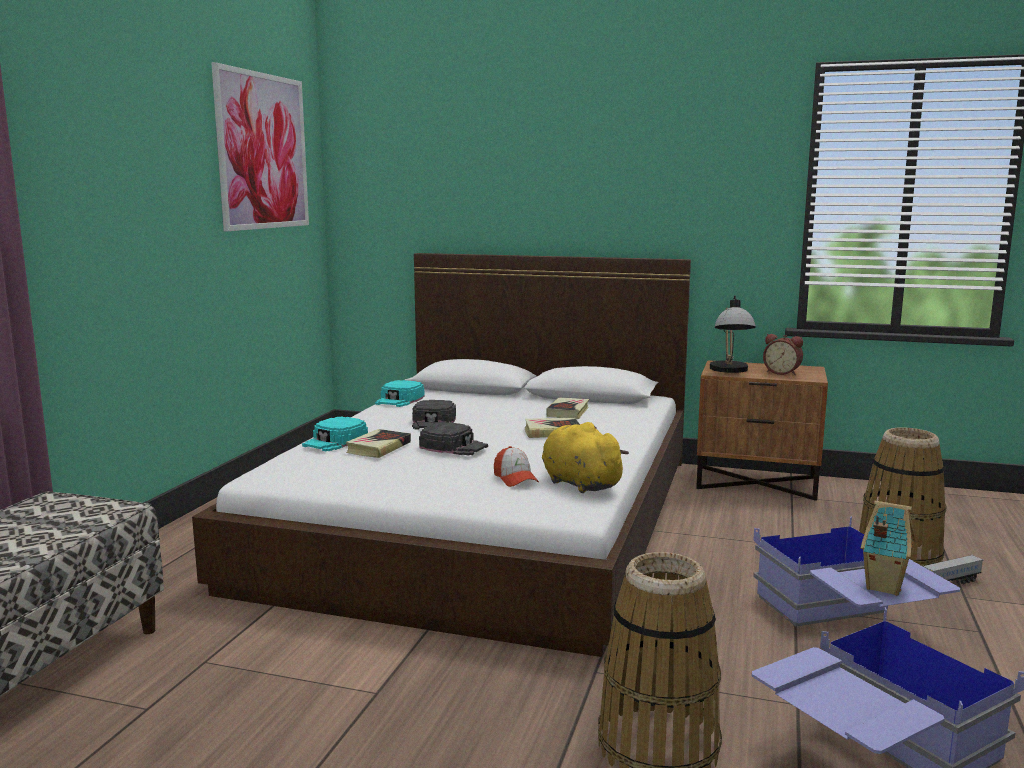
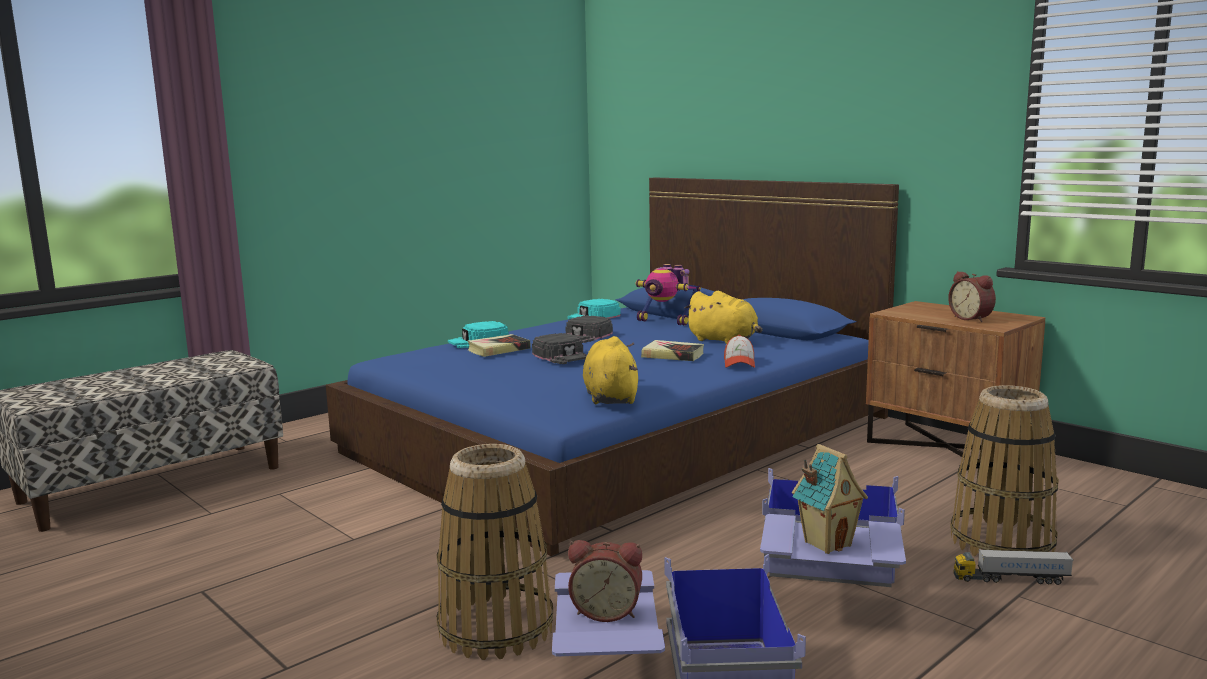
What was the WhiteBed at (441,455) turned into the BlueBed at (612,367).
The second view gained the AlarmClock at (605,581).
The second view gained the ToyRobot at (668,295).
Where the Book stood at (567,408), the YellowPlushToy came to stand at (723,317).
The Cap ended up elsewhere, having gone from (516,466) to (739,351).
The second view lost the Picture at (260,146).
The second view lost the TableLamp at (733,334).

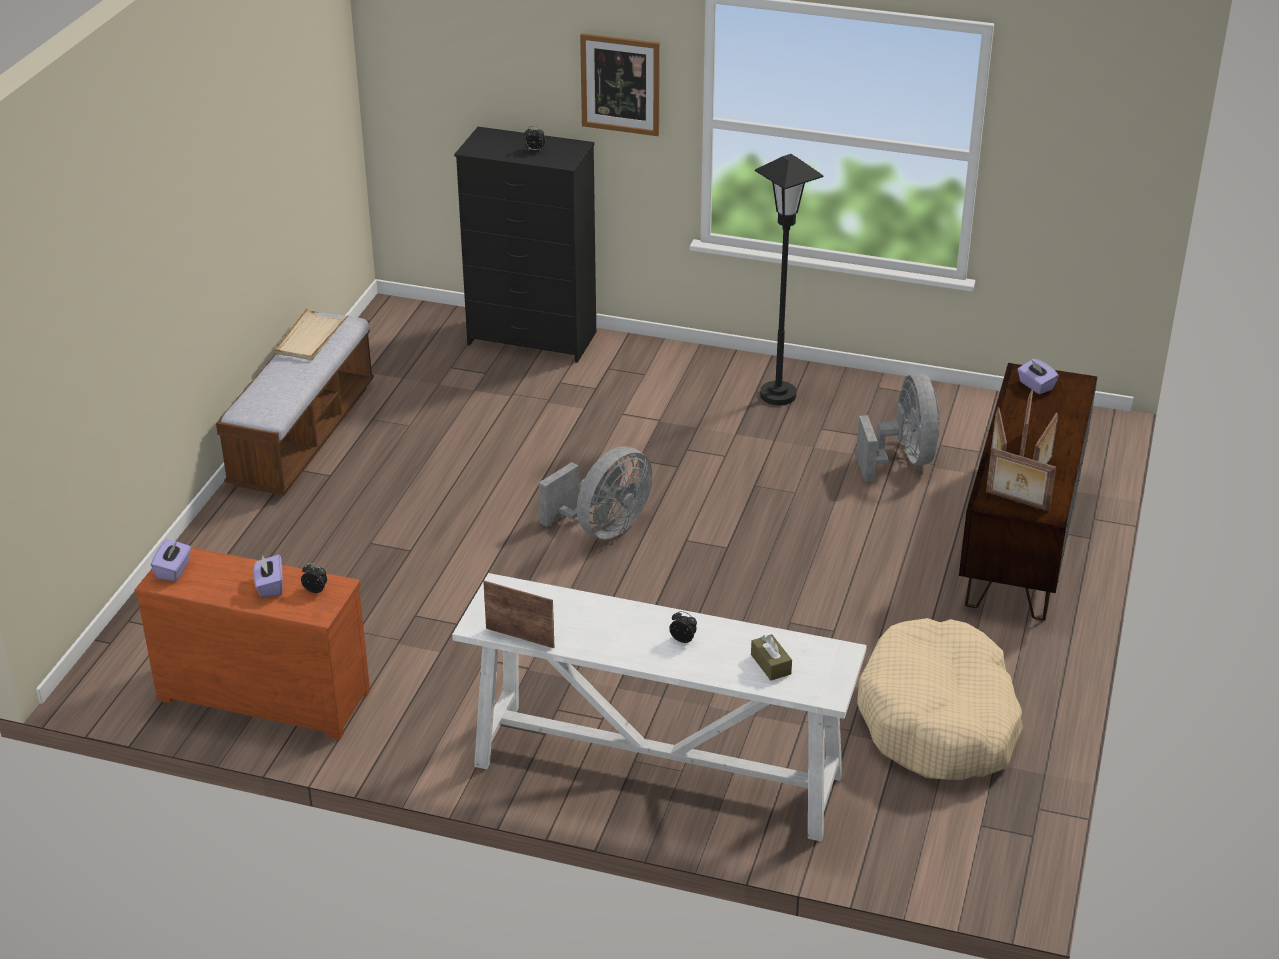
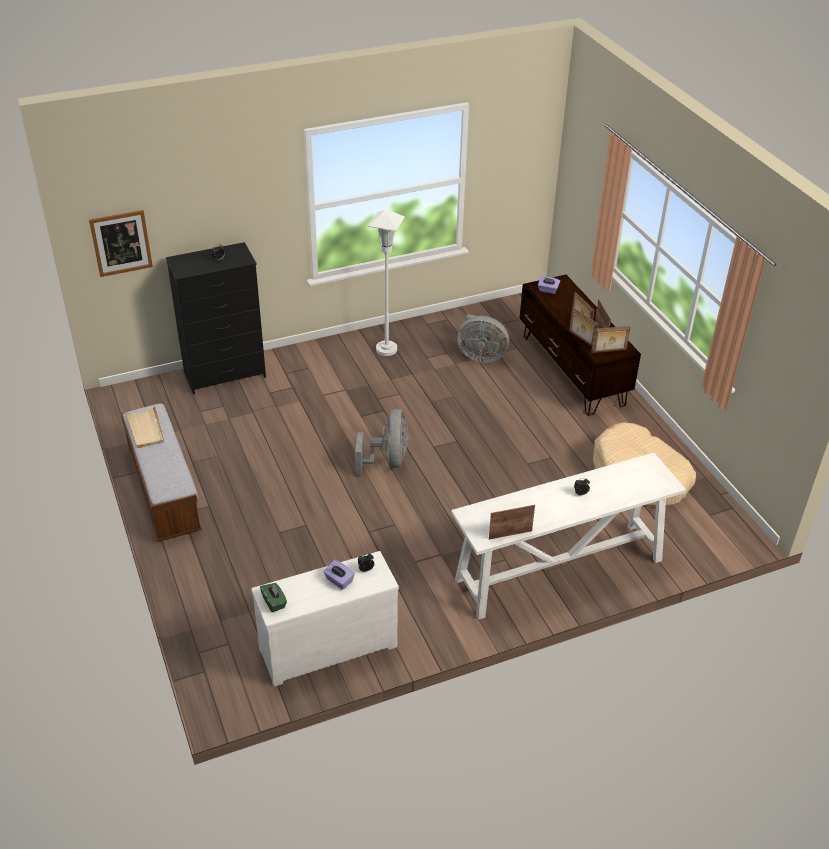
The Picture ended up elsewhere, having gone from (620,84) to (121,243).
What was the BrownDresser at (252,643) turned into the WhiteDresser at (325,618).
What was the PurpleTissueBox at (171,560) turned into the GreenTissueBox at (273,597).
What was the BlackFloorLamp at (789,279) turned into the WhiteFloorLamp at (386,283).
The GreyFan at (898,427) ended up facing another way, 150 degrees clockwise from before.
The second view lost the BrownTissueBox at (771,657).

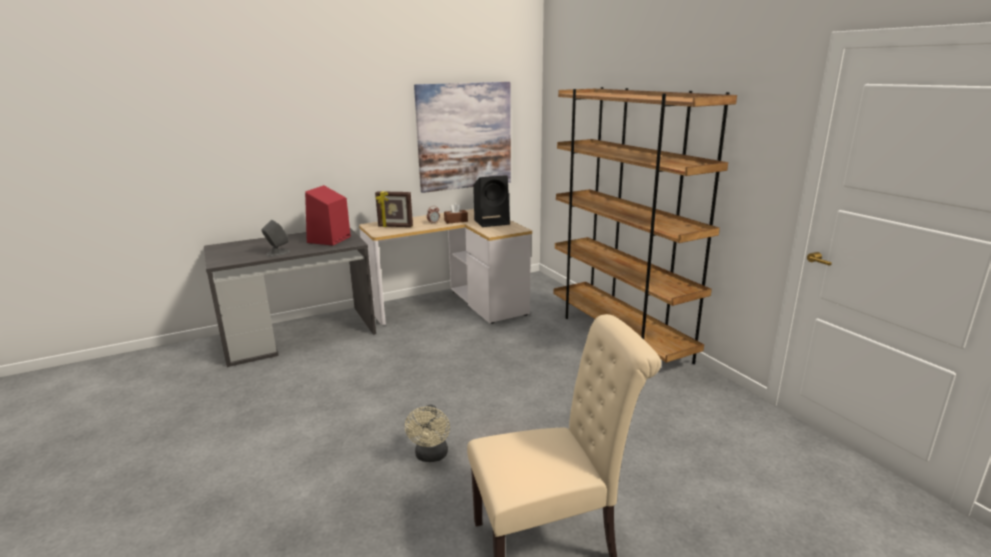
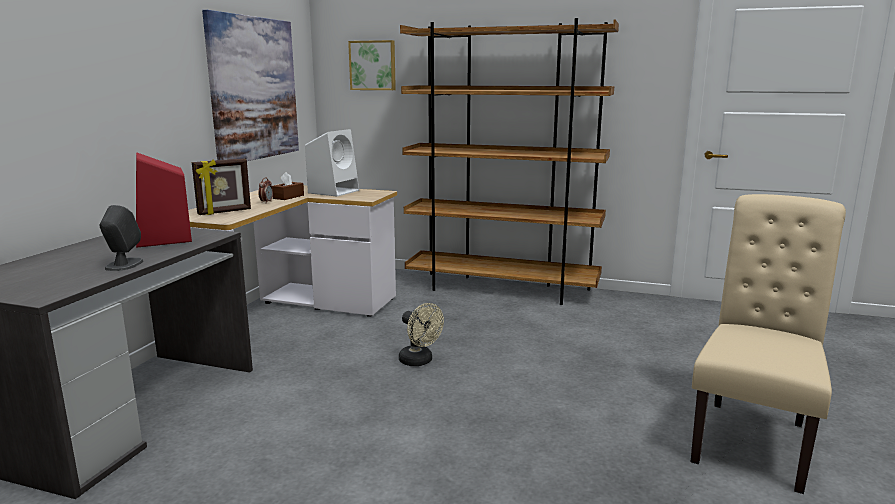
What was the BlackSpeaker at (491,201) turned into the WhiteSpeaker at (332,163).
The second view gained the Picture at (372,65).
The BeigeFan ended up elsewhere, having gone from (427,433) to (421,334).

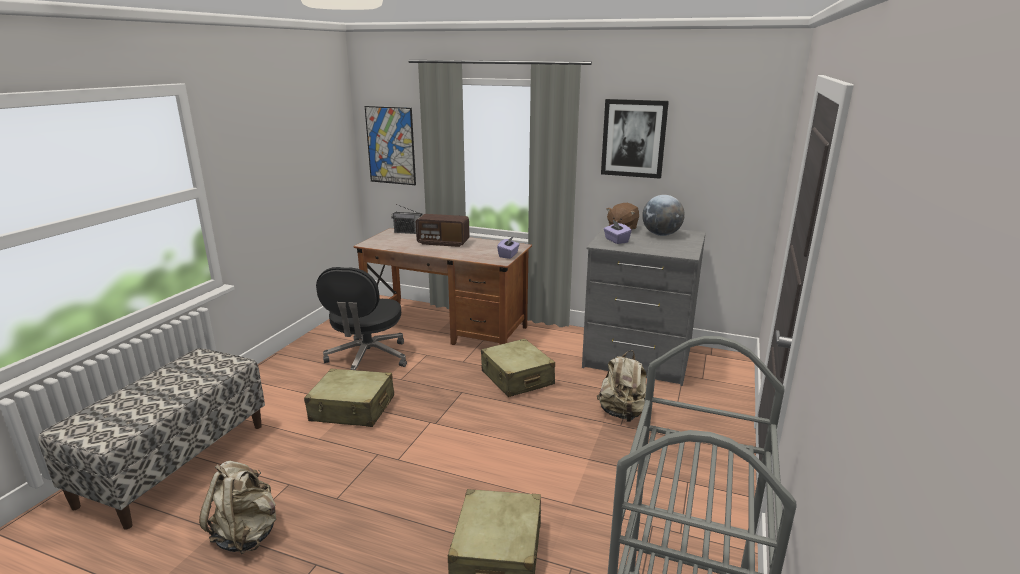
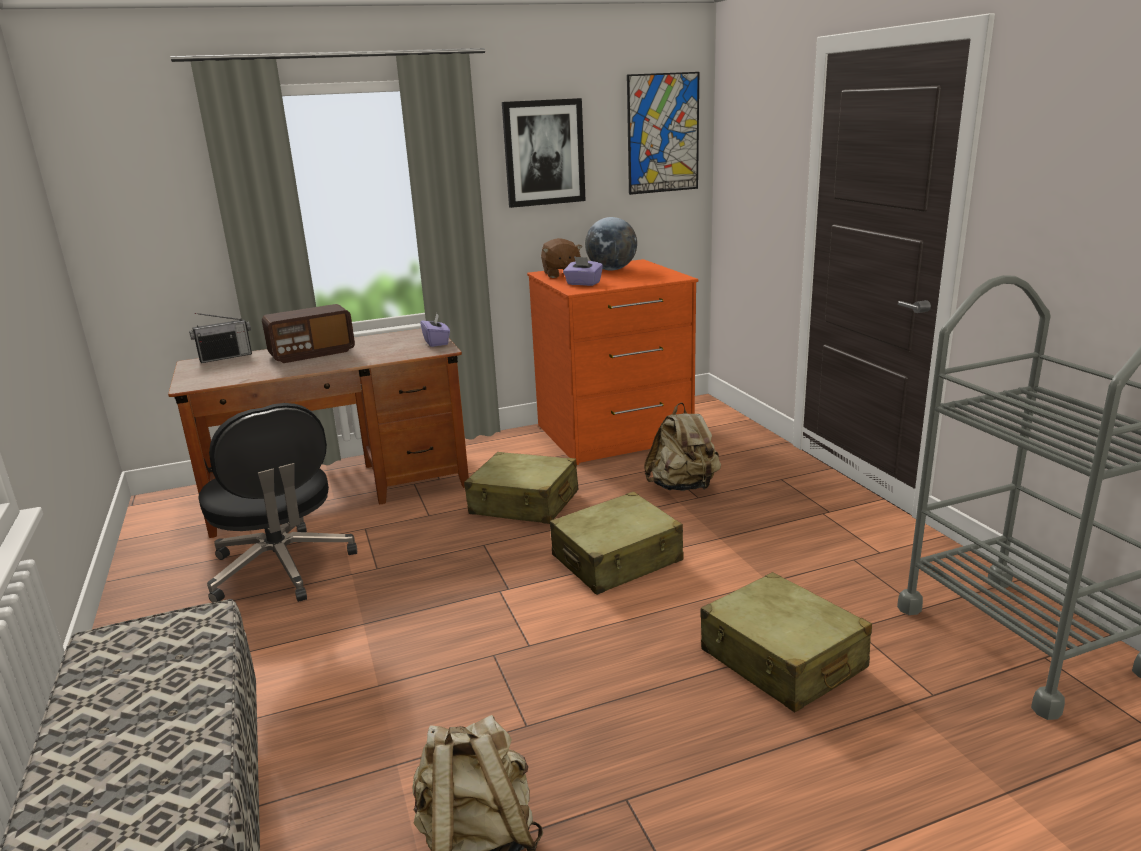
What was the GreyDresser at (644,304) turned into the OrangeDresser at (612,362).
The BeigeSuitcase ended up elsewhere, having gone from (349,398) to (616,543).
The Picture ended up elsewhere, having gone from (390,145) to (663,133).

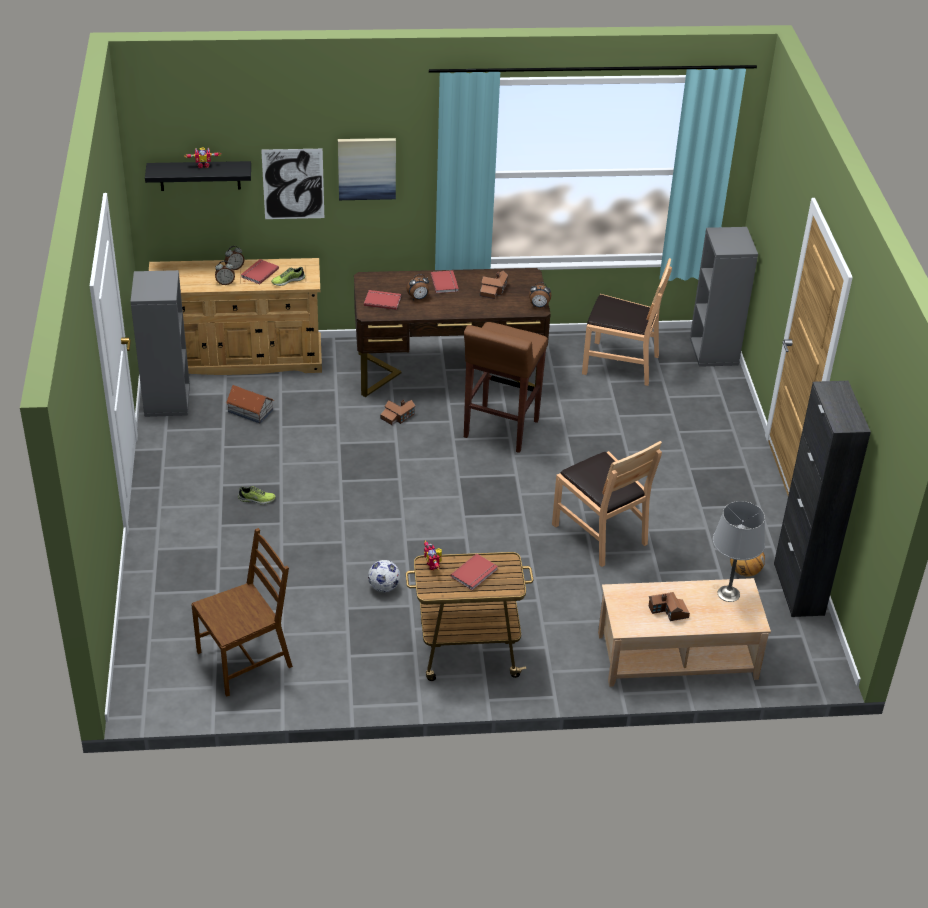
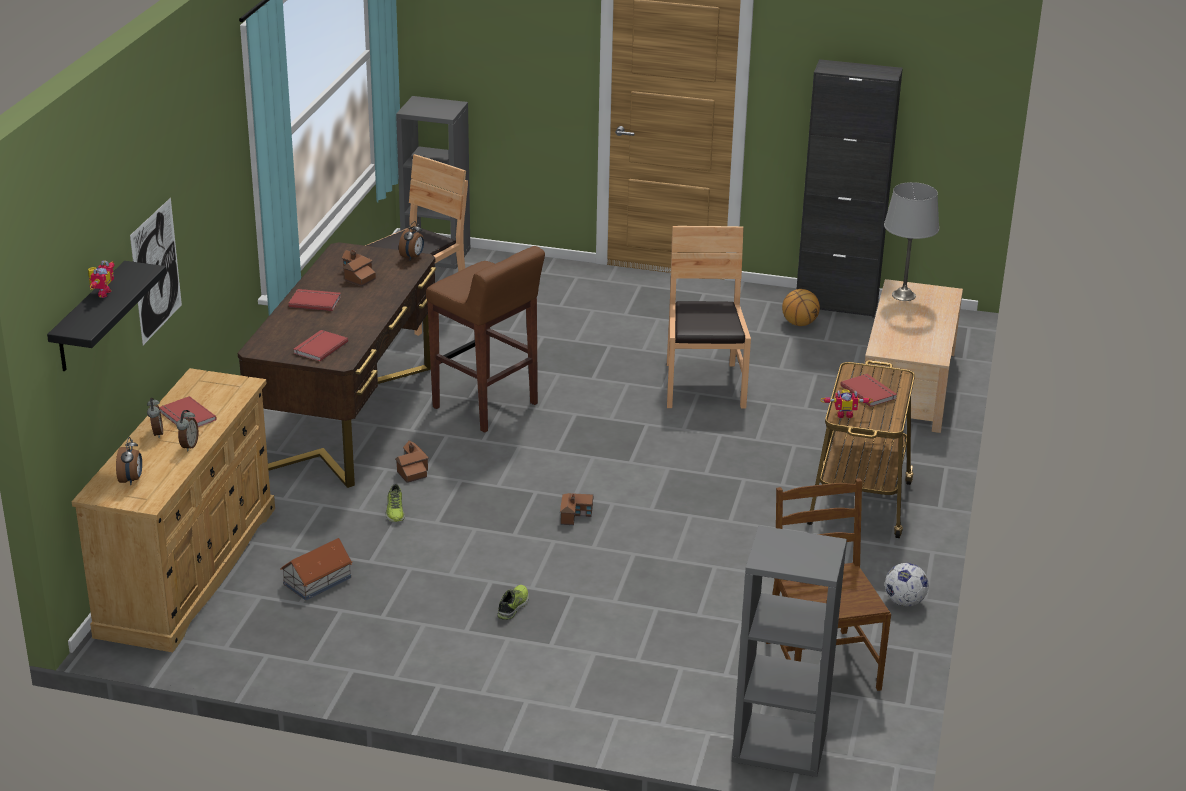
The AlarmClock ended up elsewhere, having gone from (417,287) to (129,461).
The Shoe ended up elsewhere, having gone from (288,276) to (395,503).
The ToyHouse ended up elsewhere, having gone from (669,606) to (577,509).
The BrownChair at (607,504) ended up facing another way, 75 degrees counterclockwise from before.
The GreyBookcase ended up elsewhere, having gone from (160,343) to (789,651).
The Football ended up elsewhere, having gone from (384,576) to (907,584).
The second view lost the Picture at (367,169).

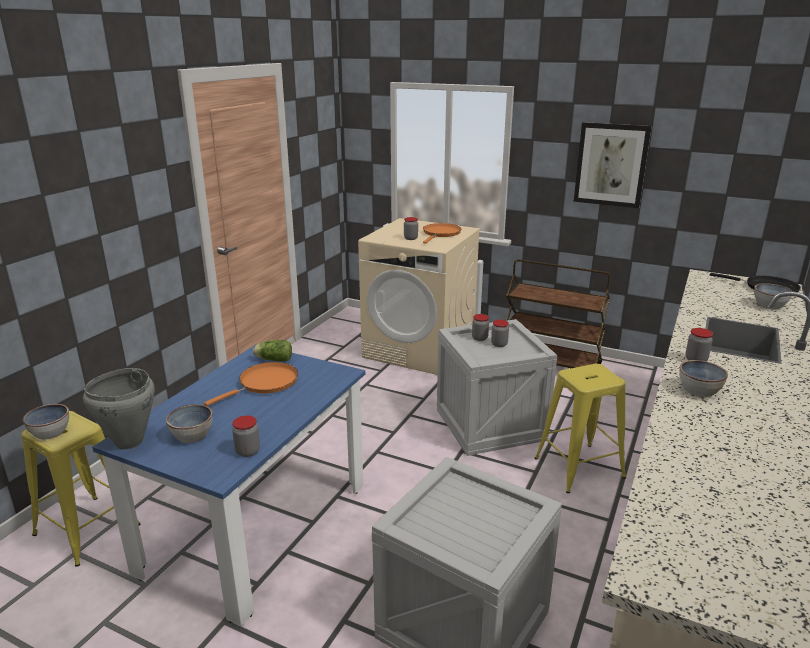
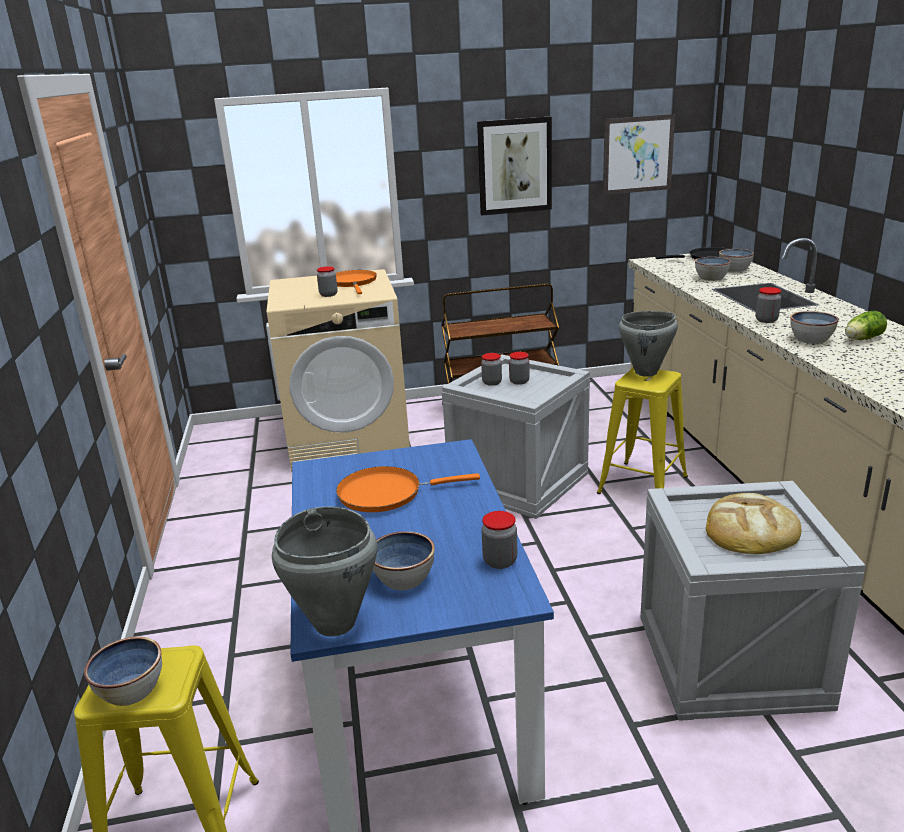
The OrangeFryingPan at (251,384) ended up facing another way, 105 degrees counterclockwise from before.
The second view gained the Picture at (639,154).
The second view gained the GreyCookingPot at (648,343).
The second view gained the Bowl at (713,269).
The second view gained the Bread at (754,523).
The Lettuce ended up elsewhere, having gone from (272,351) to (866,325).

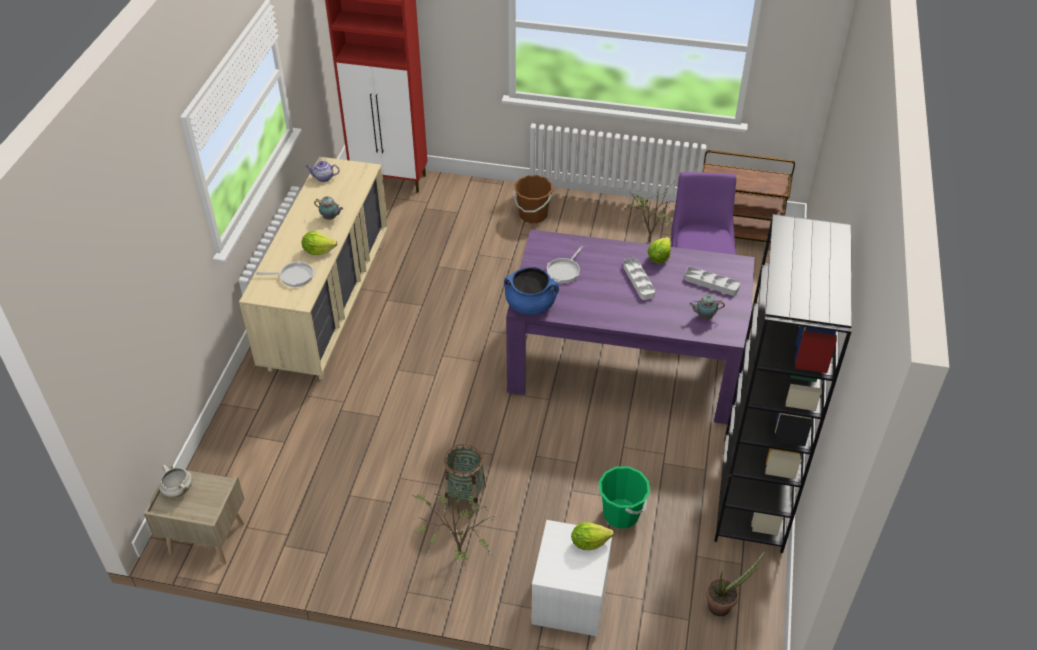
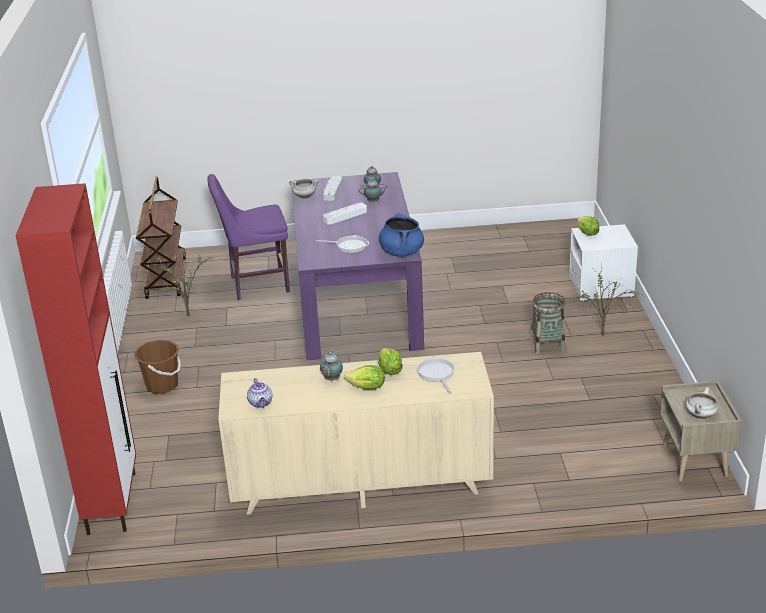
The second view gained the WhiteCookingPot at (303,188).
The Lettuce ended up elsewhere, having gone from (659,250) to (365,377).
The second view gained the Teapot at (373,190).
The second view lost the GreenBucket at (624,497).
The second view lost the PottedPlant at (736,582).
The second view lost the BlackBookcase at (783,383).

